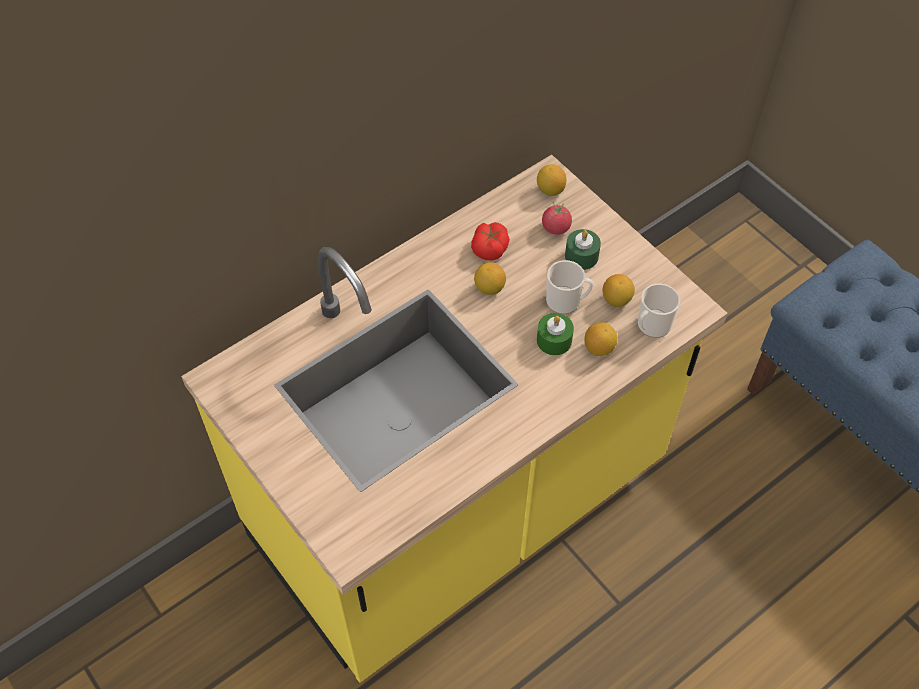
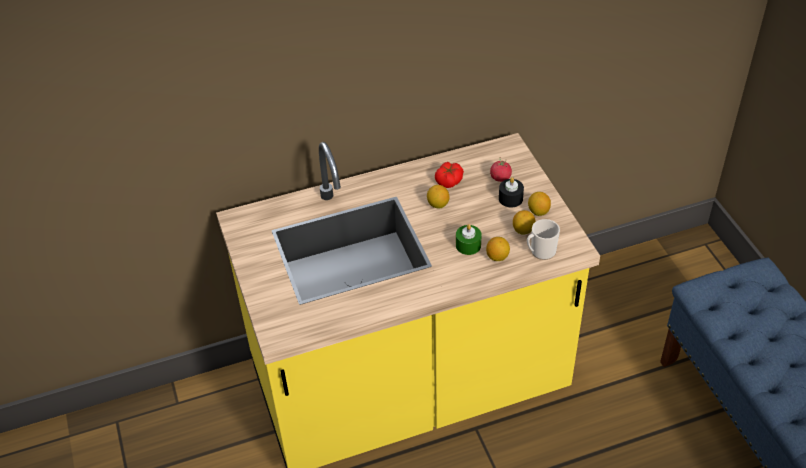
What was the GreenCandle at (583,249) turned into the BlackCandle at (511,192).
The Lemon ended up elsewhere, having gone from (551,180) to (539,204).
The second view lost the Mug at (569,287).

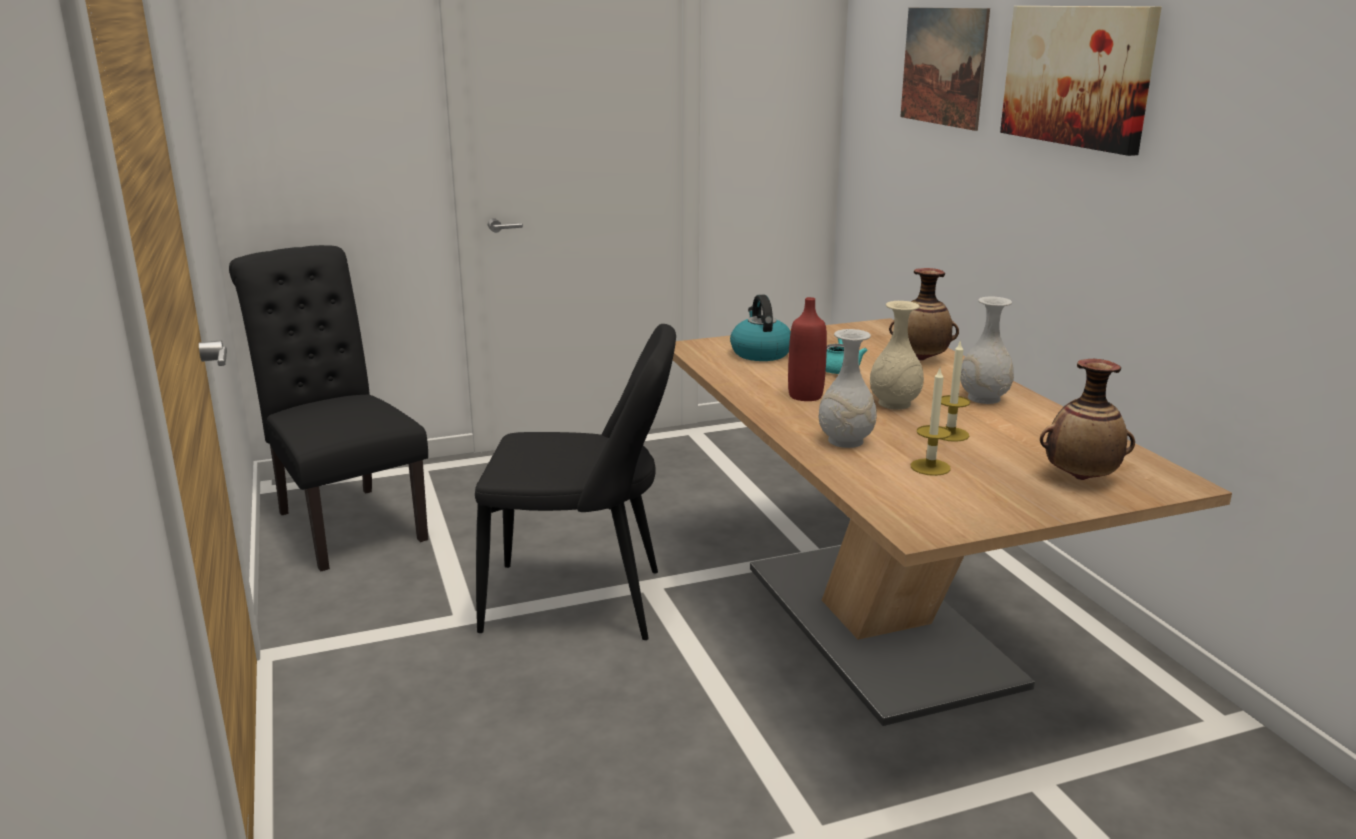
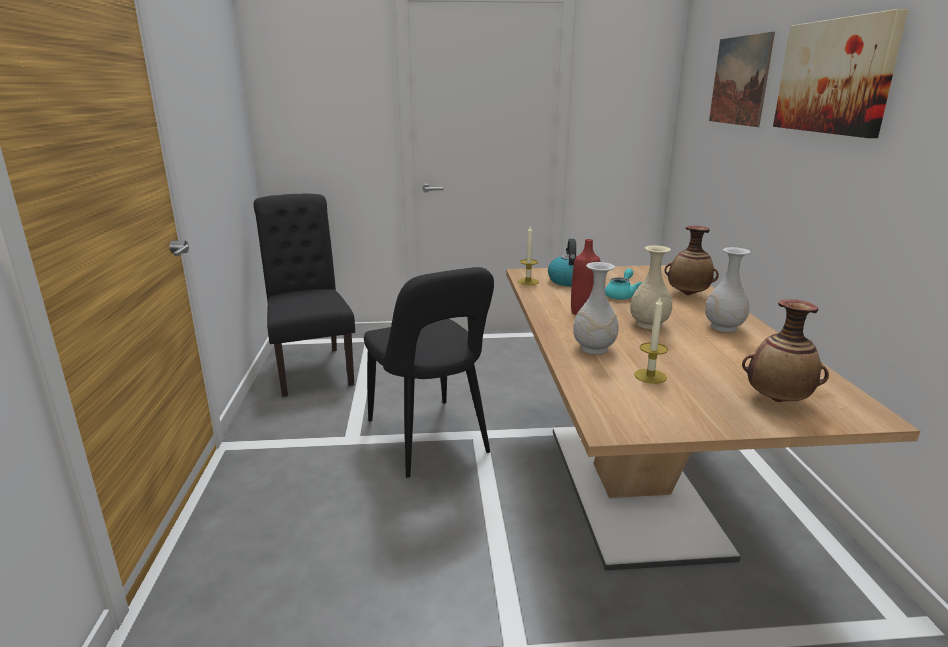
The BlackChair at (575,482) ended up facing another way, 45 degrees clockwise from before.
The Candle ended up elsewhere, having gone from (955,391) to (528,255).

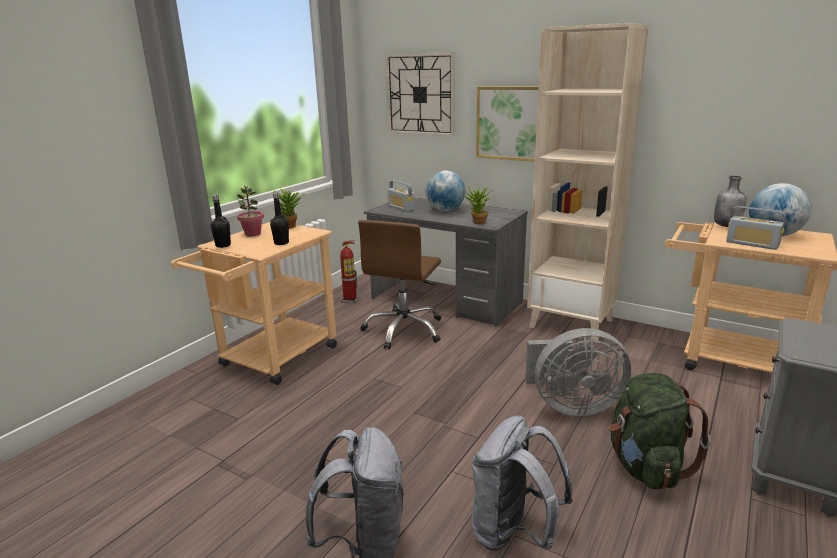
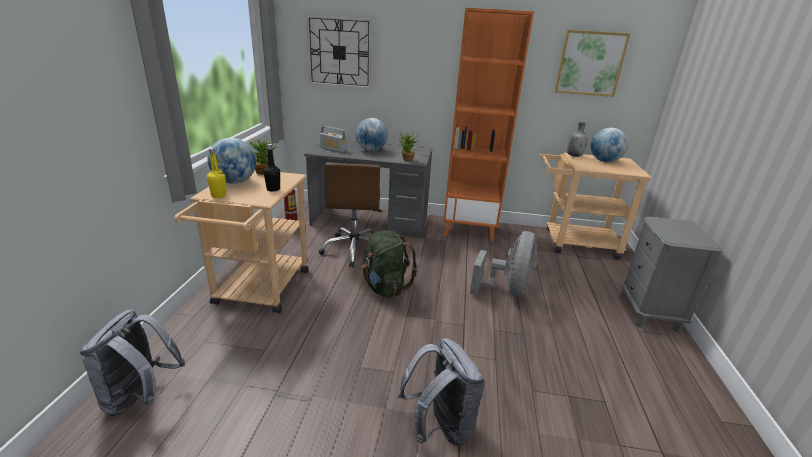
The GreyBackpack ended up elsewhere, having gone from (522,483) to (132,362).
What was the BlackBottle at (221,221) turned into the YellowBottle at (216,173).
Where the PottedPlant stood at (250,211), the Globe came to stand at (232,161).
The GreenBackpack ended up elsewhere, having gone from (660,431) to (389,264).
What was the BeigeBookcase at (588,182) turned into the OrangeBookcase at (488,125).
The GreyFan at (578,372) ended up facing another way, 45 degrees counterclockwise from before.
The Picture ended up elsewhere, having gone from (507,124) to (592,63).
The second view lost the Radio at (756,228).

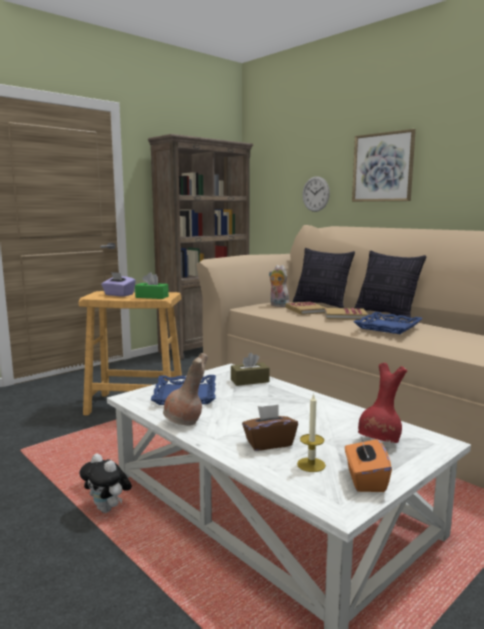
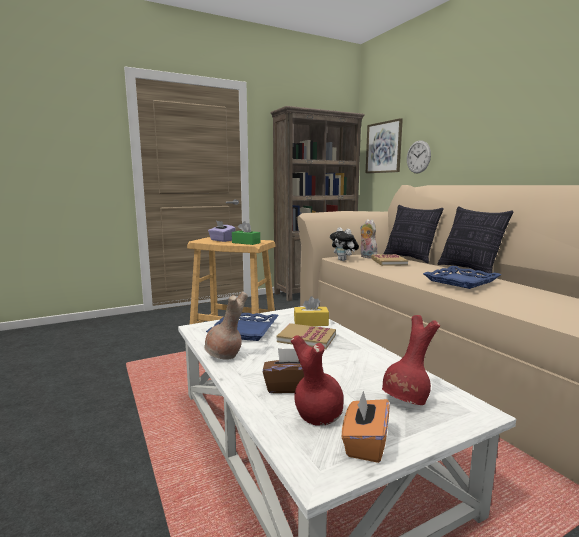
The Book ended up elsewhere, having gone from (346,314) to (306,336).
Where the Candle stood at (311,432), the RedVase came to stand at (317,380).
What was the BrownTissueBox at (250,369) turned into the YellowTissueBox at (311,311).
The PlushToy ended up elsewhere, having gone from (105,483) to (344,244).
The Picture ended up elsewhere, having gone from (384,165) to (384,145).

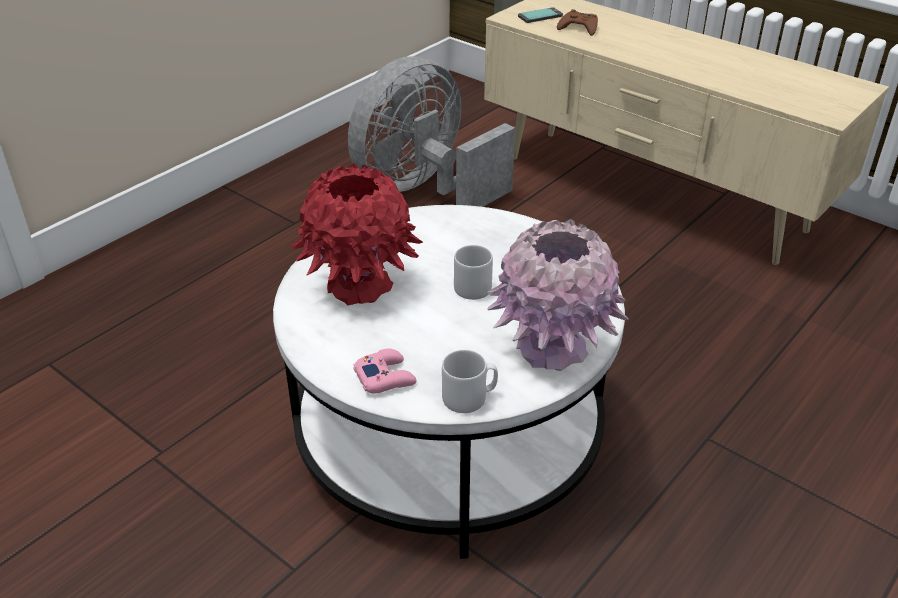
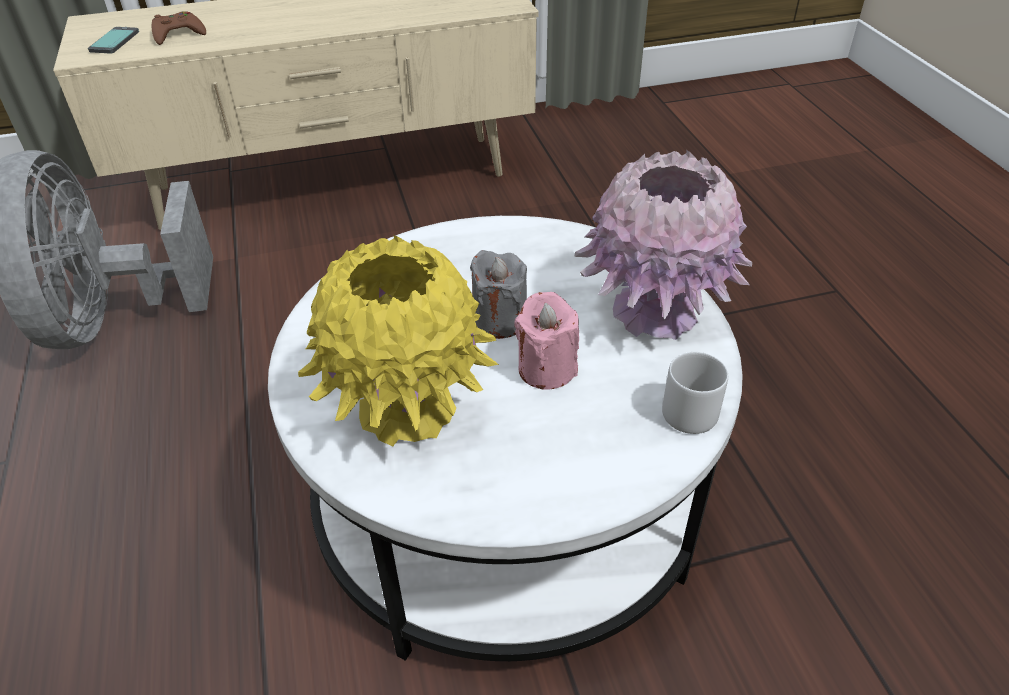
What was the RedVase at (356,234) turned into the YellowVase at (398,340).
Where the GreyMug stood at (473,272), the GreyCandle came to stand at (498,294).
The second view gained the PinkCandle at (546,341).
The second view lost the PinkGameController at (385,371).

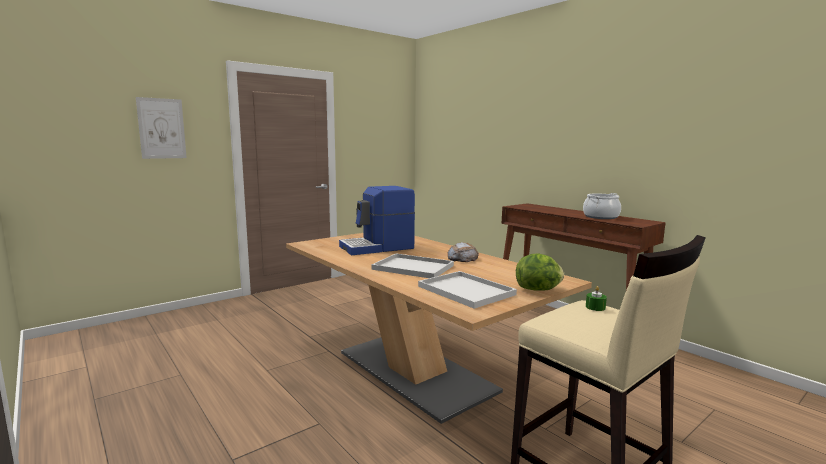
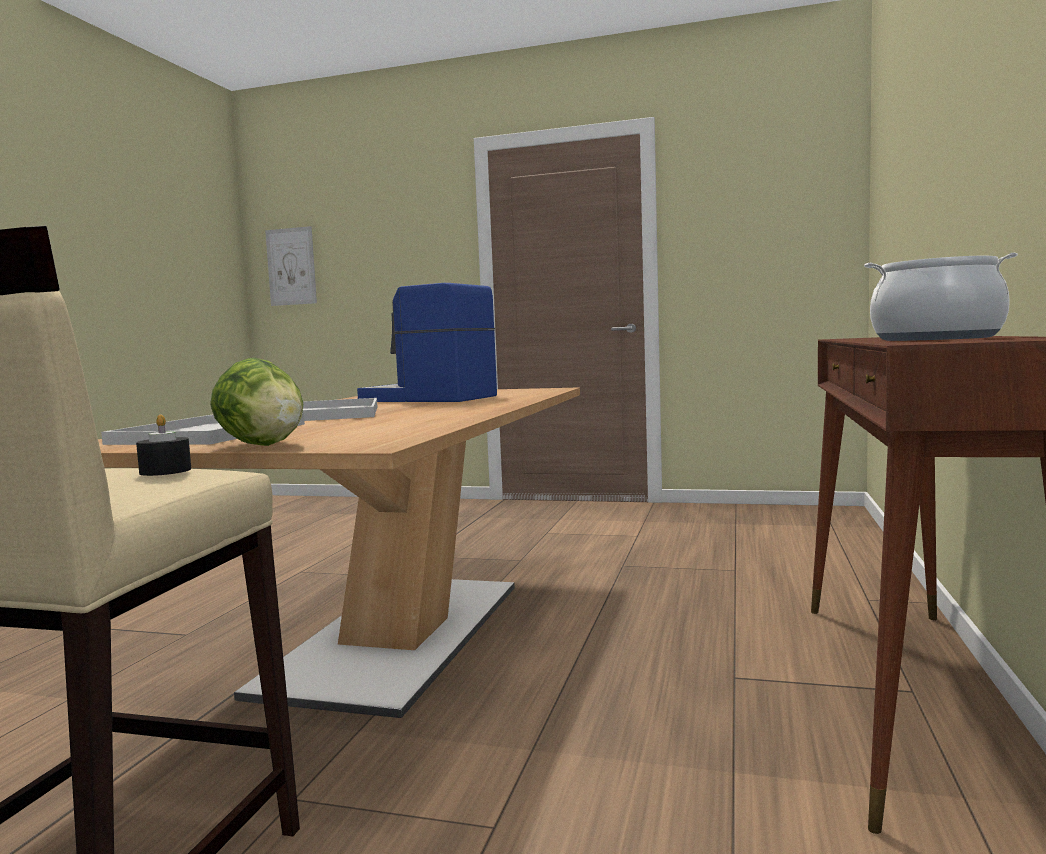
What was the GreenCandle at (596,298) turned into the BlackCandle at (163,445).
The Picture ended up elsewhere, having gone from (161,128) to (291,266).
The second view lost the Bread at (463,252).

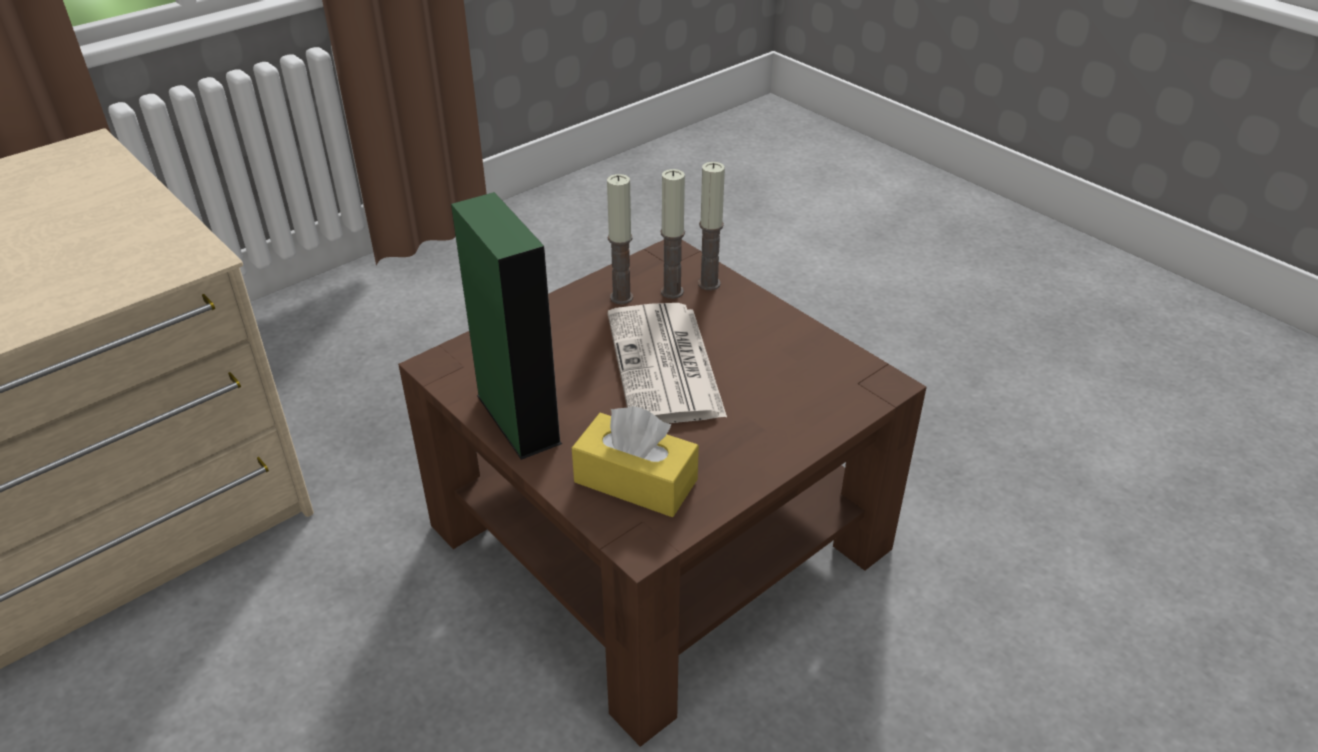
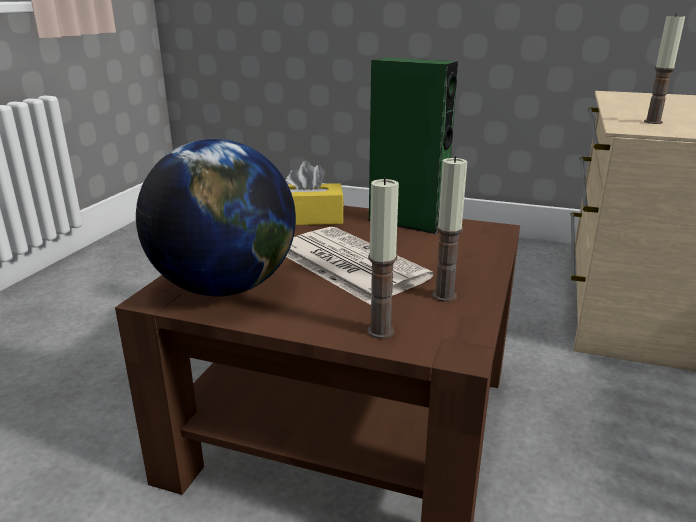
The second view gained the Globe at (216,217).
The Candle ended up elsewhere, having gone from (673,234) to (664,68).

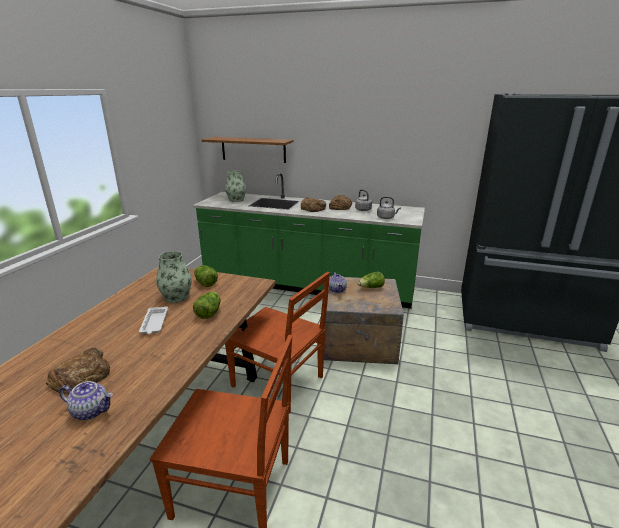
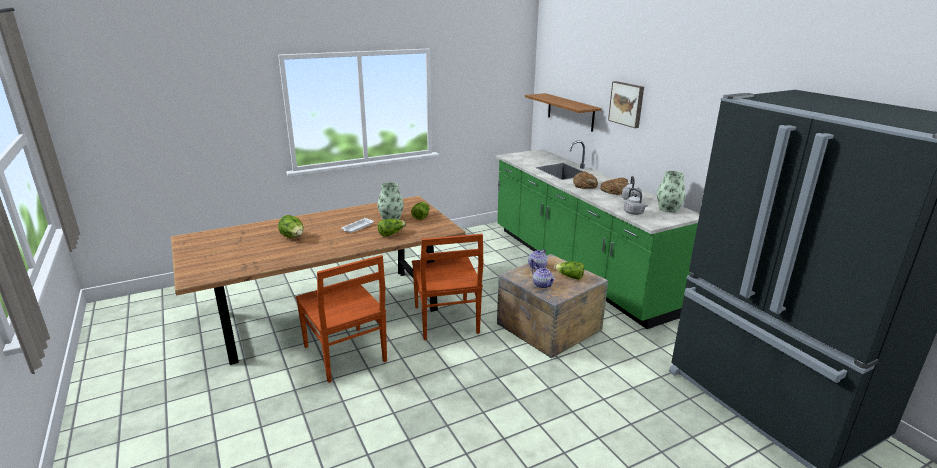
Where the Bread stood at (78,371), the Lettuce came to stand at (291,226).
The Teapot ended up elsewhere, having gone from (86,400) to (543,277).
The second view gained the Picture at (626,104).
The Vase ended up elsewhere, having gone from (235,186) to (671,192).

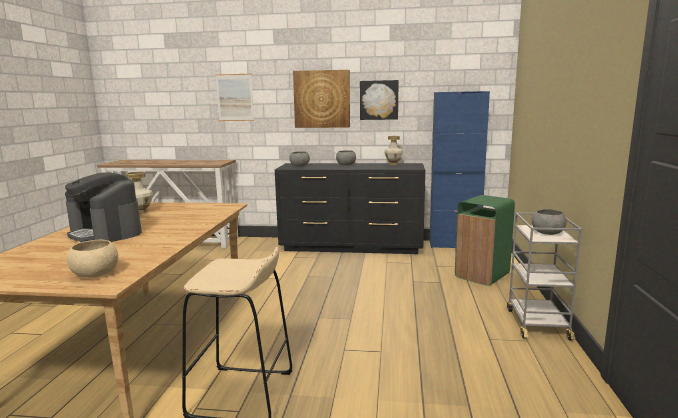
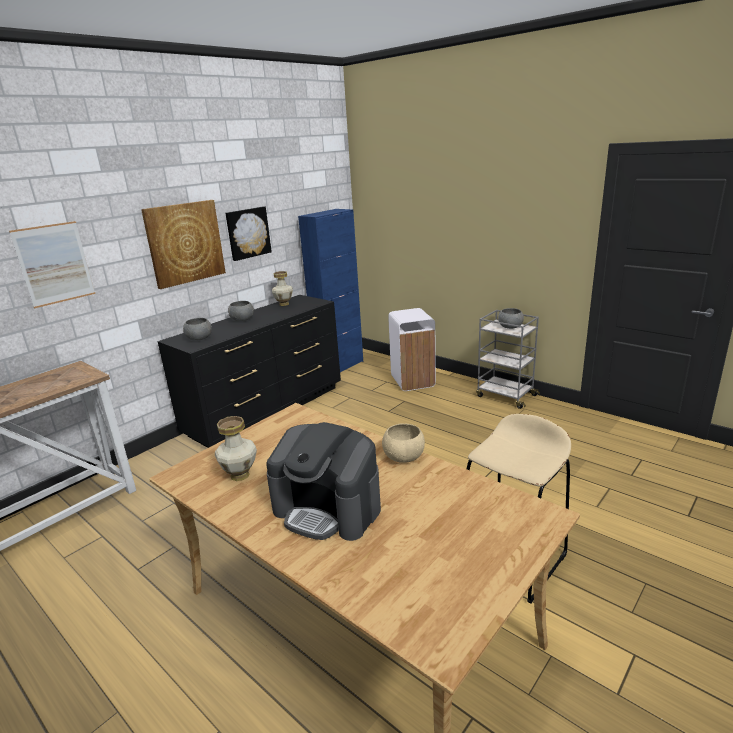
The CoffeeMachine at (103,207) ended up facing another way, 45 degrees clockwise from before.
The BeigeBowl ended up elsewhere, having gone from (92,259) to (403,443).
What was the GreenTrashCan at (485,240) turned into the WhiteTrashCan at (412,349).

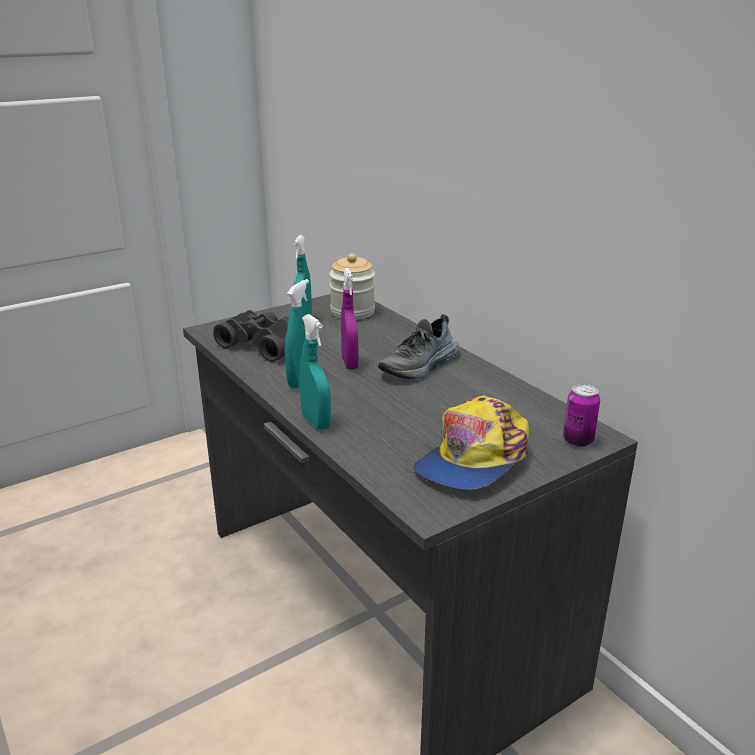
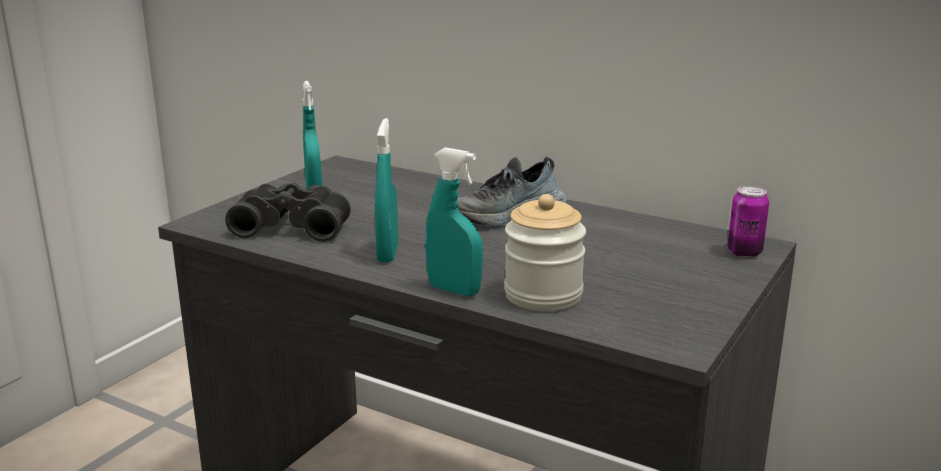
The Shoe at (419,346) ended up facing another way, 45 degrees clockwise from before.
The Jar ended up elsewhere, having gone from (352,286) to (545,252).
The second view lost the PurpleSprayBottle at (350,319).
The second view lost the Cap at (471,442).

